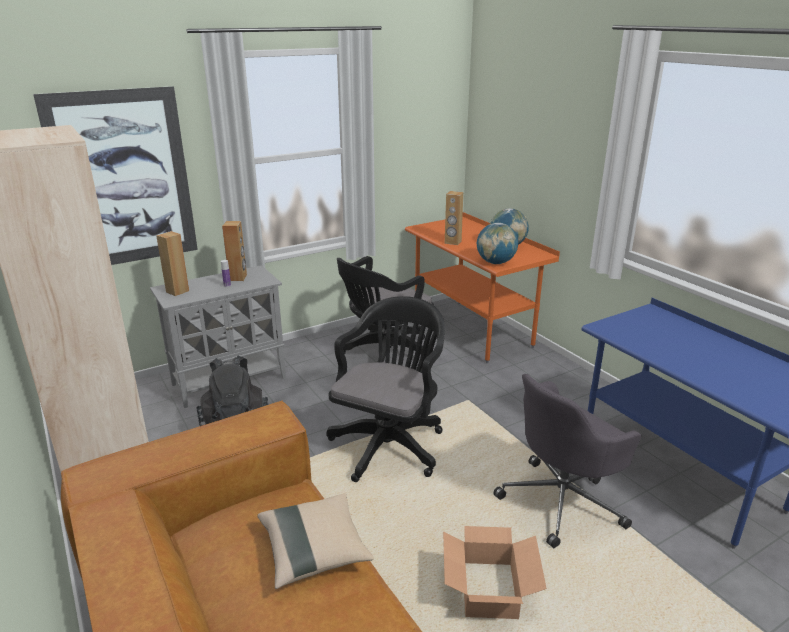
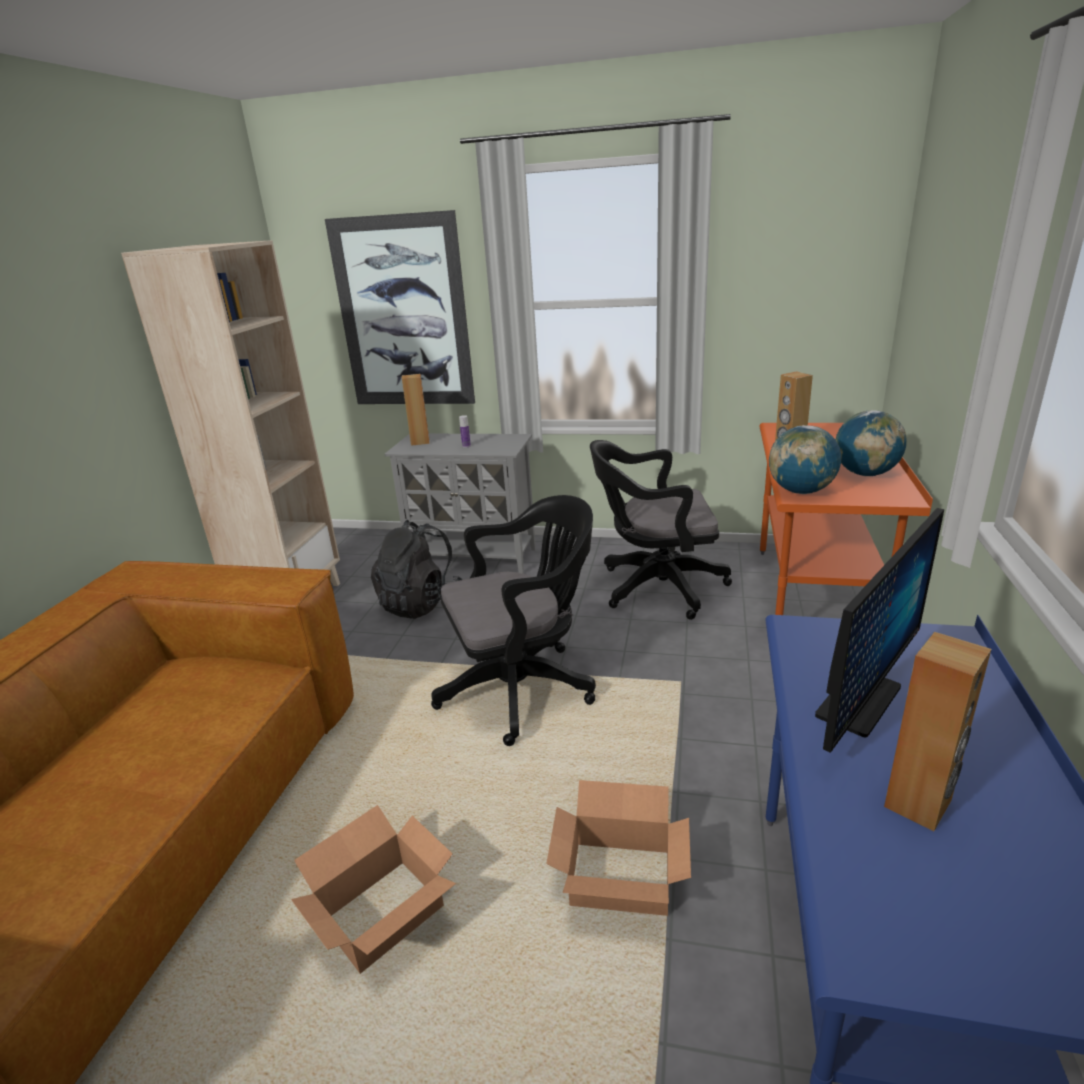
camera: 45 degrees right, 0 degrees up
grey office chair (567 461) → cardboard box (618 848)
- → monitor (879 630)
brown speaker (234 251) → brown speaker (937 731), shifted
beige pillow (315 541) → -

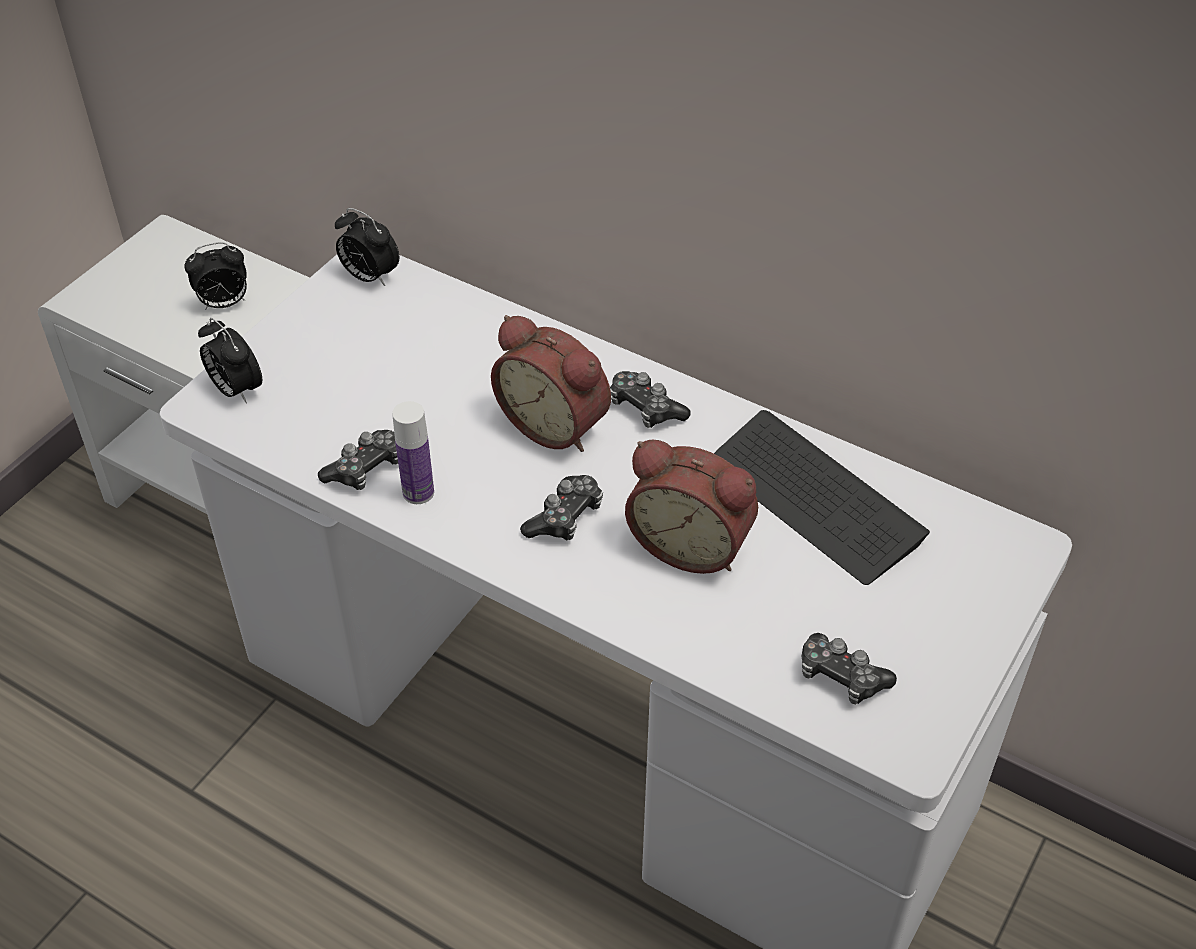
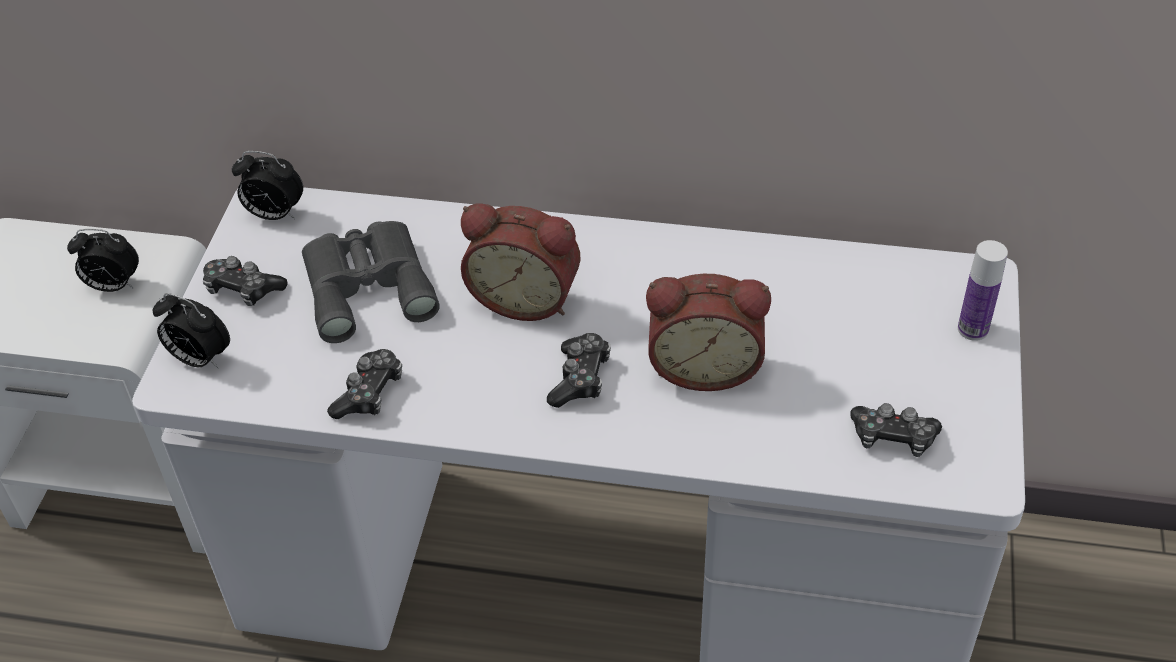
camera: 20 degrees left, 0 degrees up
alarm clock (215 276) → alarm clock (103 260), 45 degrees clockwise
game controller (650 399) → game controller (245 281), shifted
- → grey binoculars (371 282)
bottle (413 452) → bottle (983 290), shifted
keyboard (822 497) → -

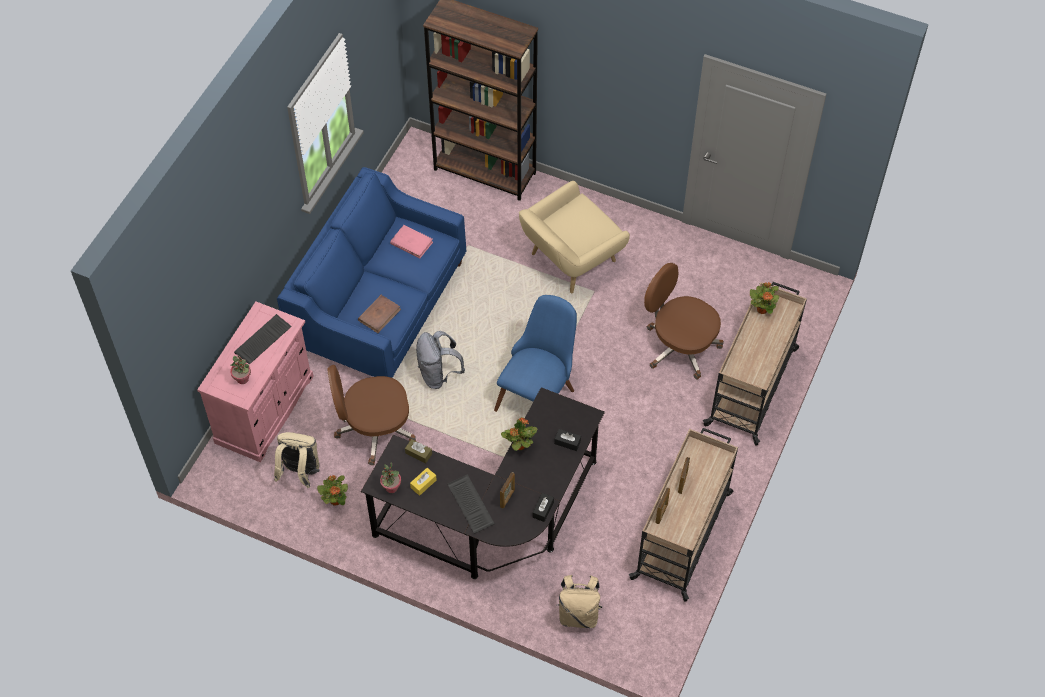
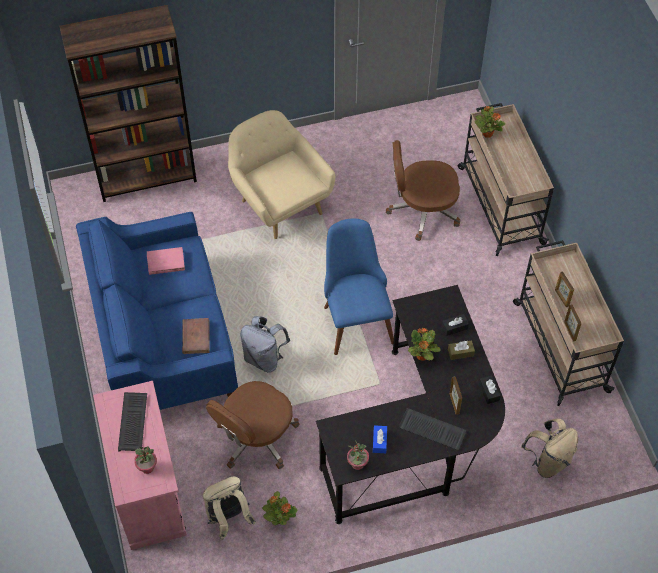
camera: 40 degrees left, 0 degrees up
beige armchair (574 237) → beige armchair (281 174), 135 degrees clockwise
yellow tissue box (423 482) → blue tissue box (380 439)
brown tissue box (418 451) → brown tissue box (461 350), shifted

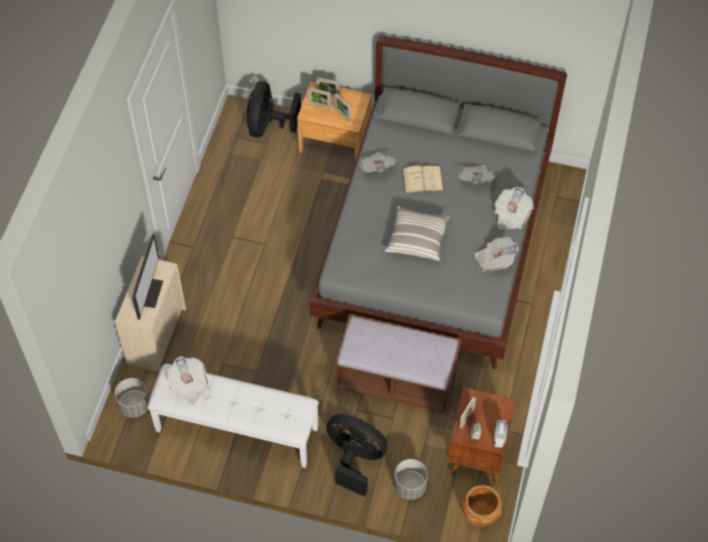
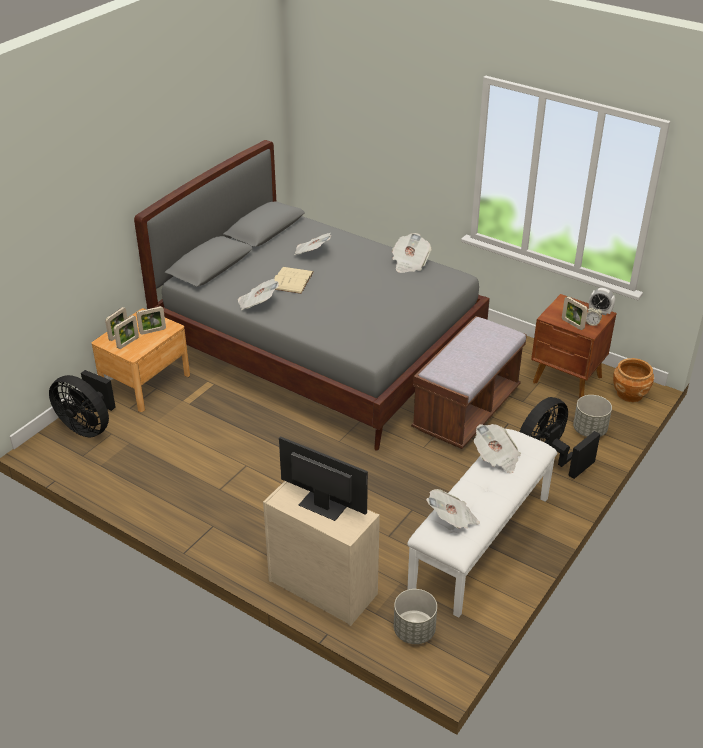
camera: 70 degrees left, 20 degrees down
newspaper (514 208) → newspaper (497 448), shifted
pillow (417 233) → -

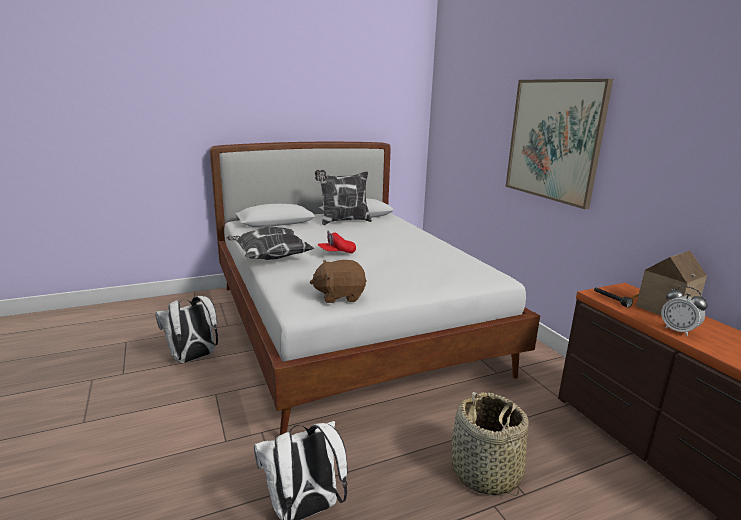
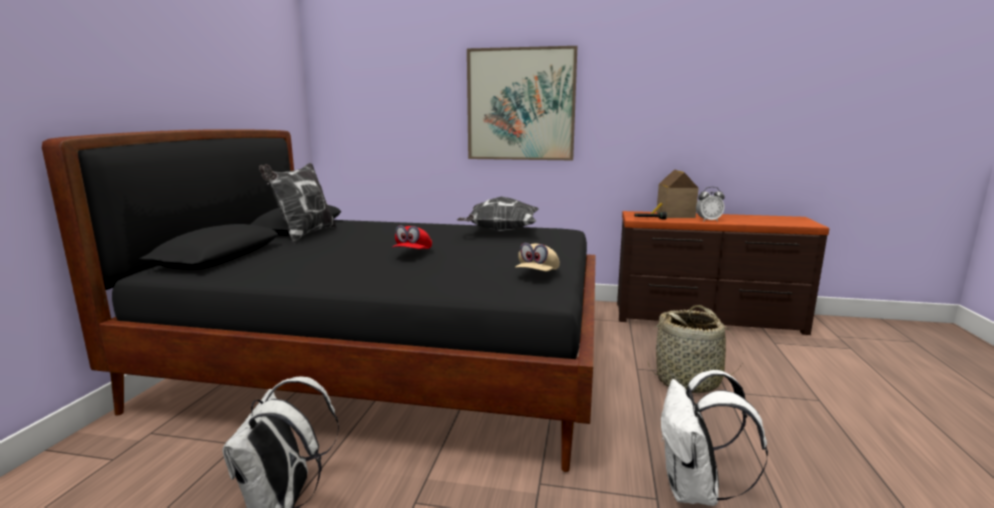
camera: 55 degrees left, 5 degrees down
white bed (375 288) → black bed (319 300)
pillow (270 243) → pillow (497 214), shifted
brown plush toy (338 281) → beige cap (537 257)

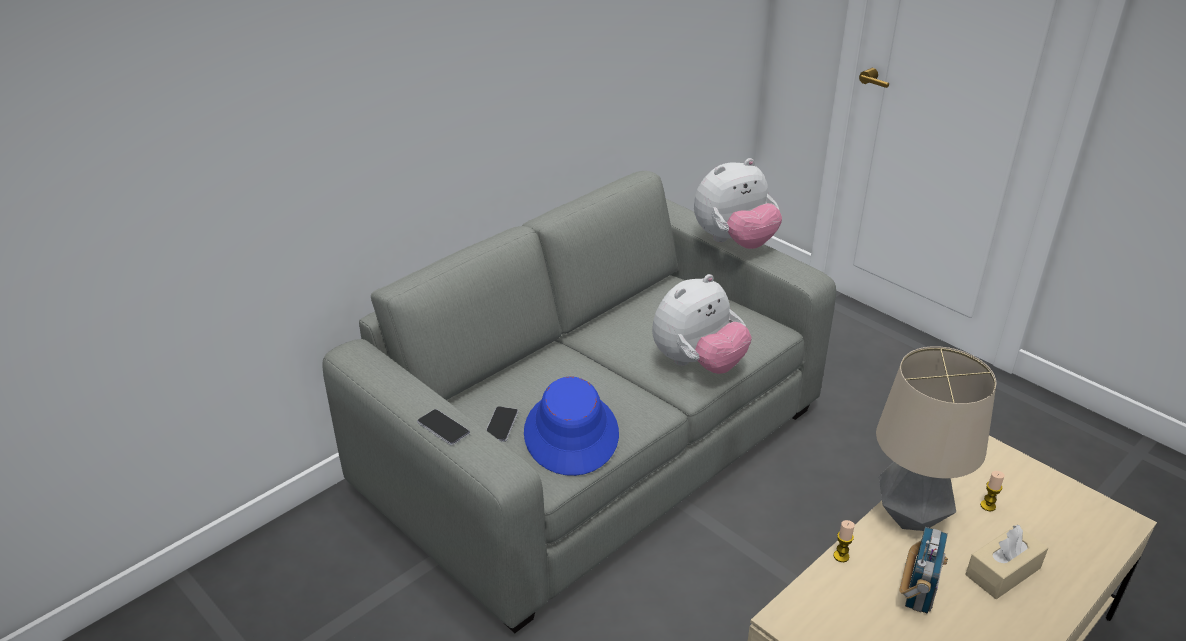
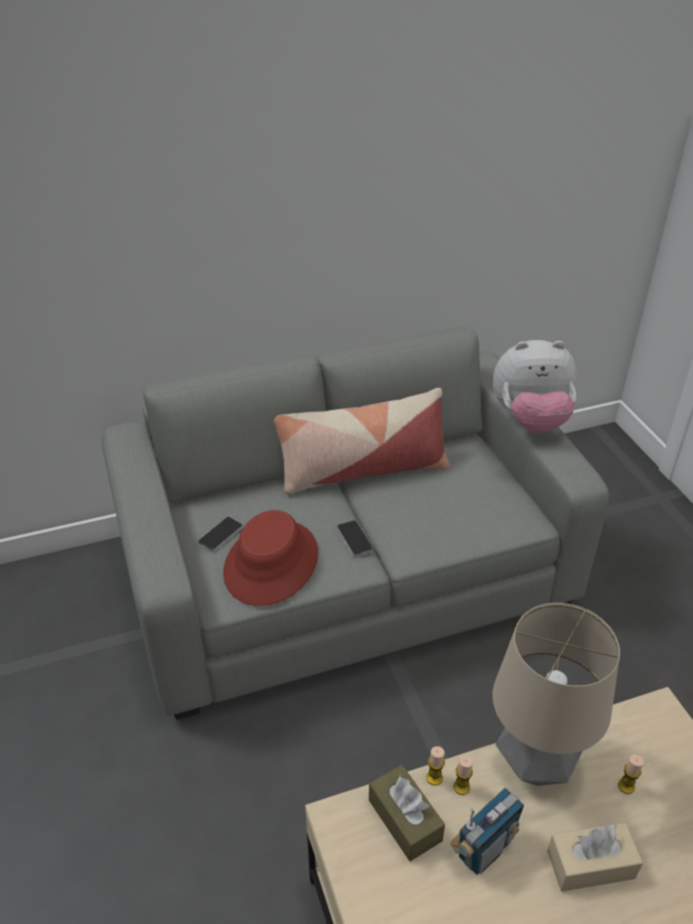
camera: 25 degrees right, 5 degrees up
blue hat (571 426) → red hat (270 558)
- → pillow (362 441)
phone (443 427) → phone (355 538), shifted
- → brown tissue box (407 813)
- → candle (463 775)
plush toy (702 324) → -

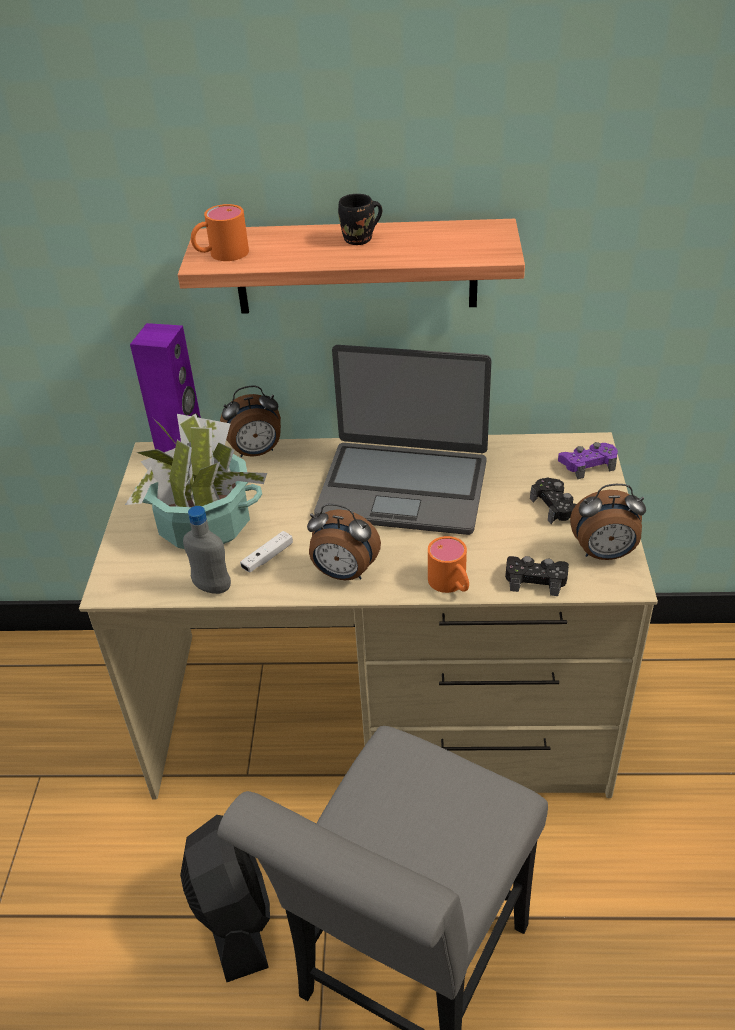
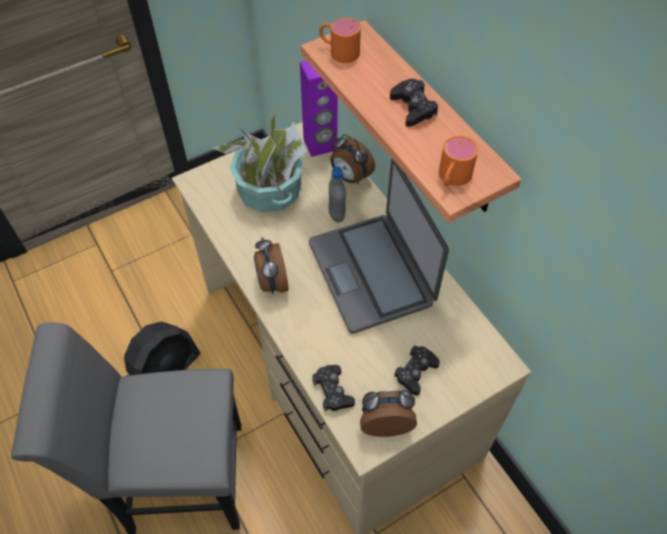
camera: 55 degrees right, 15 degrees up
grey bottle (207 550) → grey bottle (337 194), shifted
alarm clock (608 522) → alarm clock (388 413), 120 degrees clockwise
black mug (360 219) → black game controller (414 103)
orange mug (448 564) → orange mug (458 160), shifted
white game controller (266 552) → -
purple game controller (588 460) → -

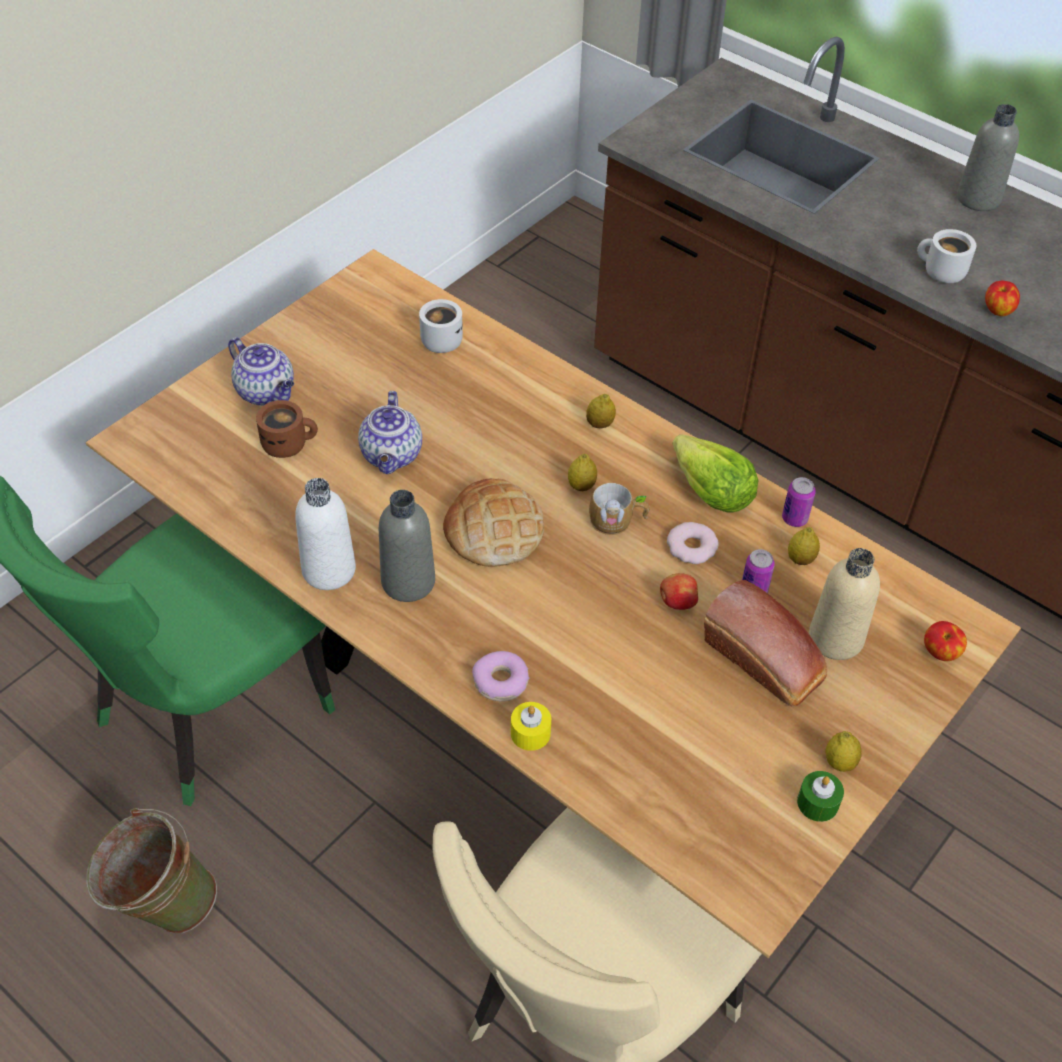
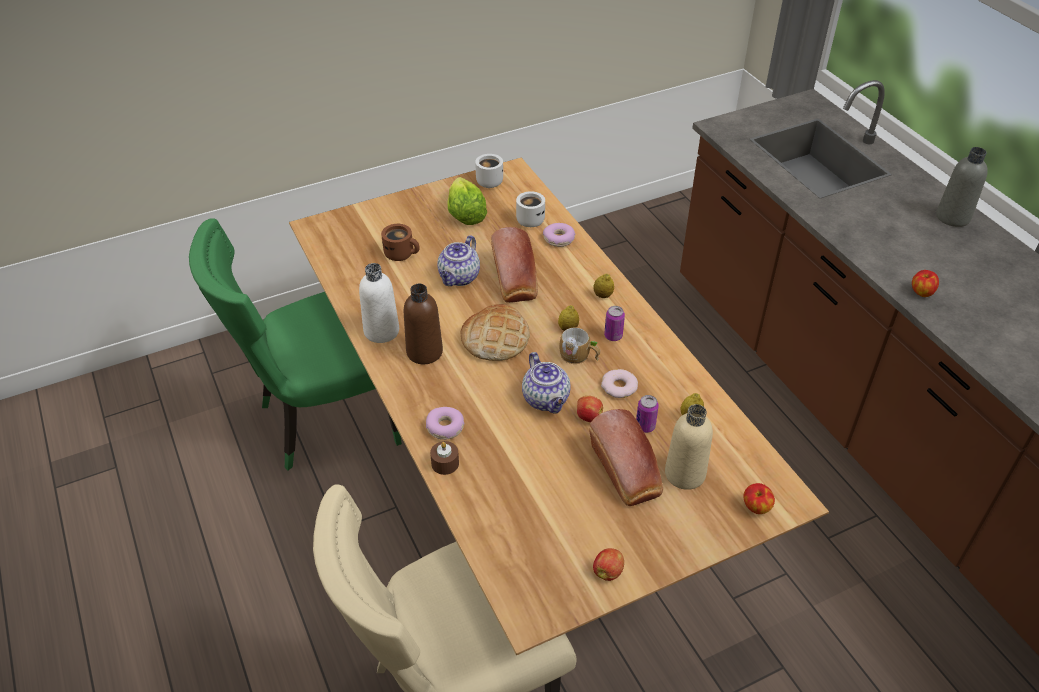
camera: 25 degrees right, 5 degrees down
grey bottle (407 546) → brown bottle (423 324)
yellow candle (531 726) → brown candle (444 458)
lettuce (716 473) → lettuce (467 201), shifted
white mug (946 256) → white mug (489 171), shifted
- → bread (514 265)
teapot (261 371) → teapot (546 382), shifted
- → donut (559 235)
green candle (820 796) → apple (608 564)
can (799 502) → can (614 323), shifted
green bucket (151 871) → -
lemon (843 751) → -

